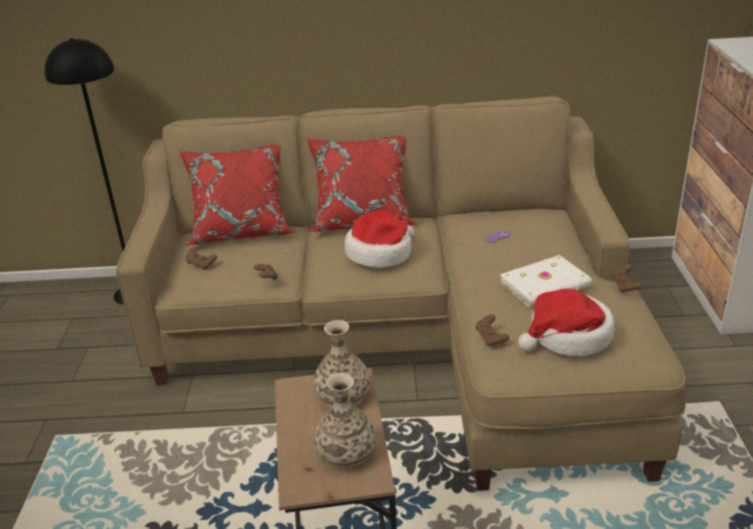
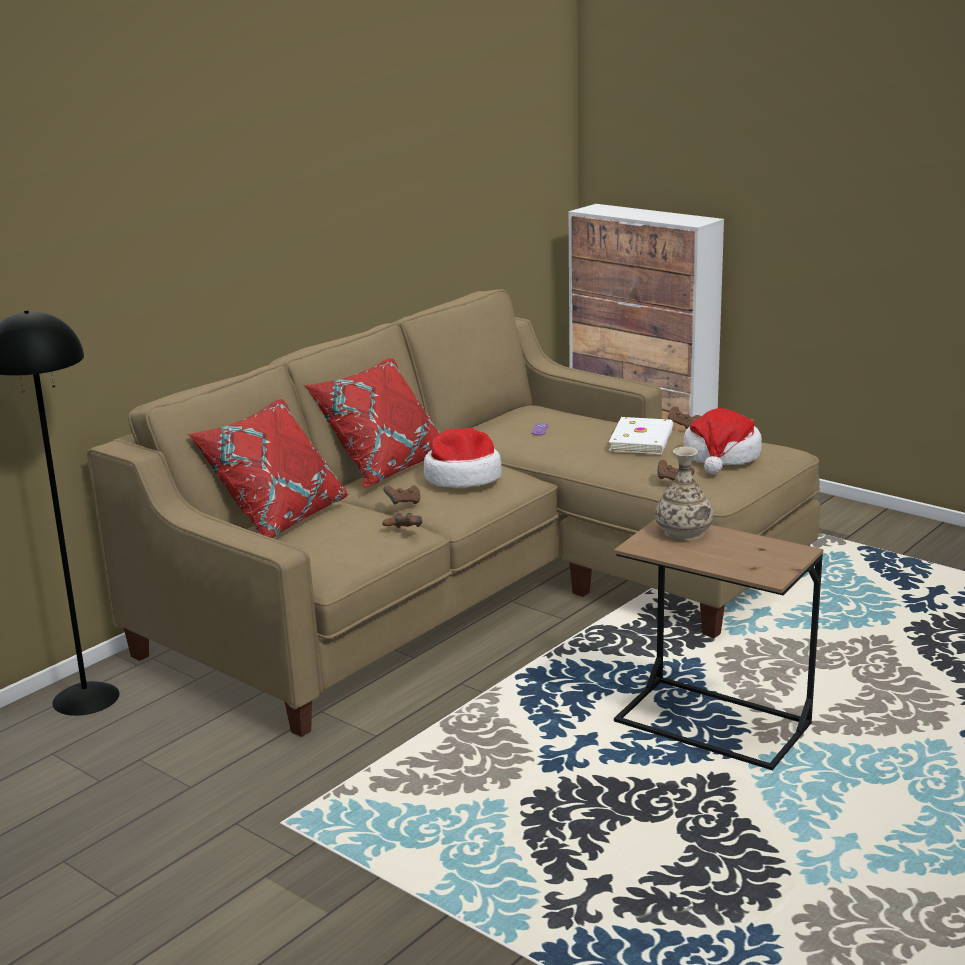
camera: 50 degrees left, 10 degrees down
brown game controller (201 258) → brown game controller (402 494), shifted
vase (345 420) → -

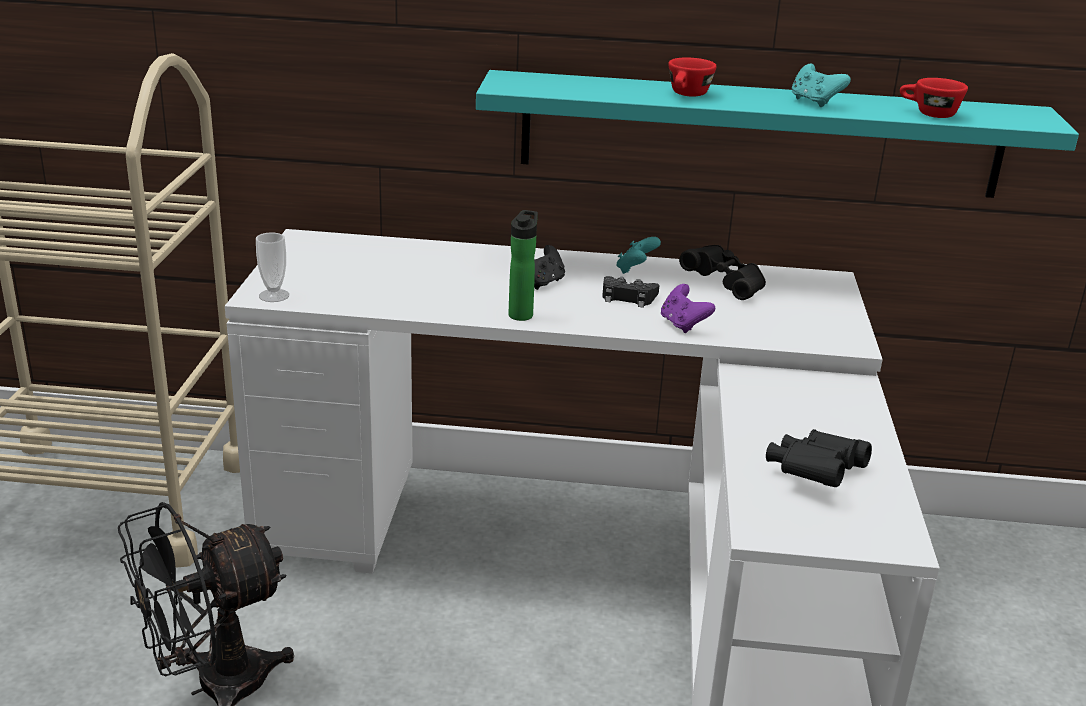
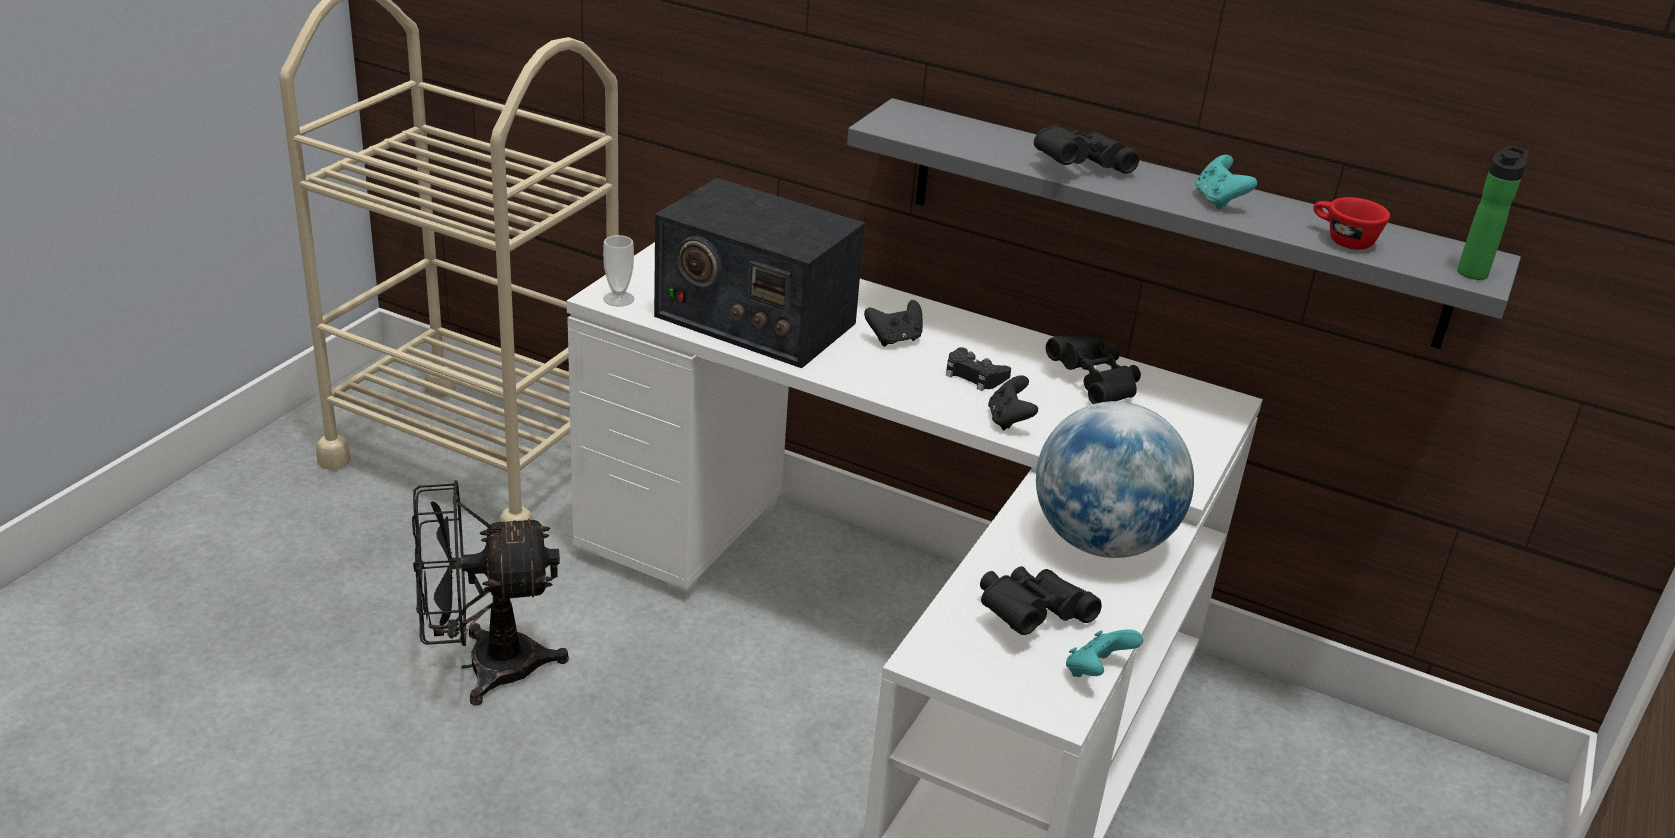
camera: 20 degrees right, 5 degrees up
- → radio (759 273)
turquoise shelf (777 134) → grey shelf (1184 223)
purple game controller (688 308) → black game controller (1013 403)
red cup (692 77) → black binoculars (1086 149)
- → globe (1115 479)
turquoise game controller (638 255) → turquoise game controller (1104 653), shifted
bottle (523 265) → bottle (1493 212), shifted

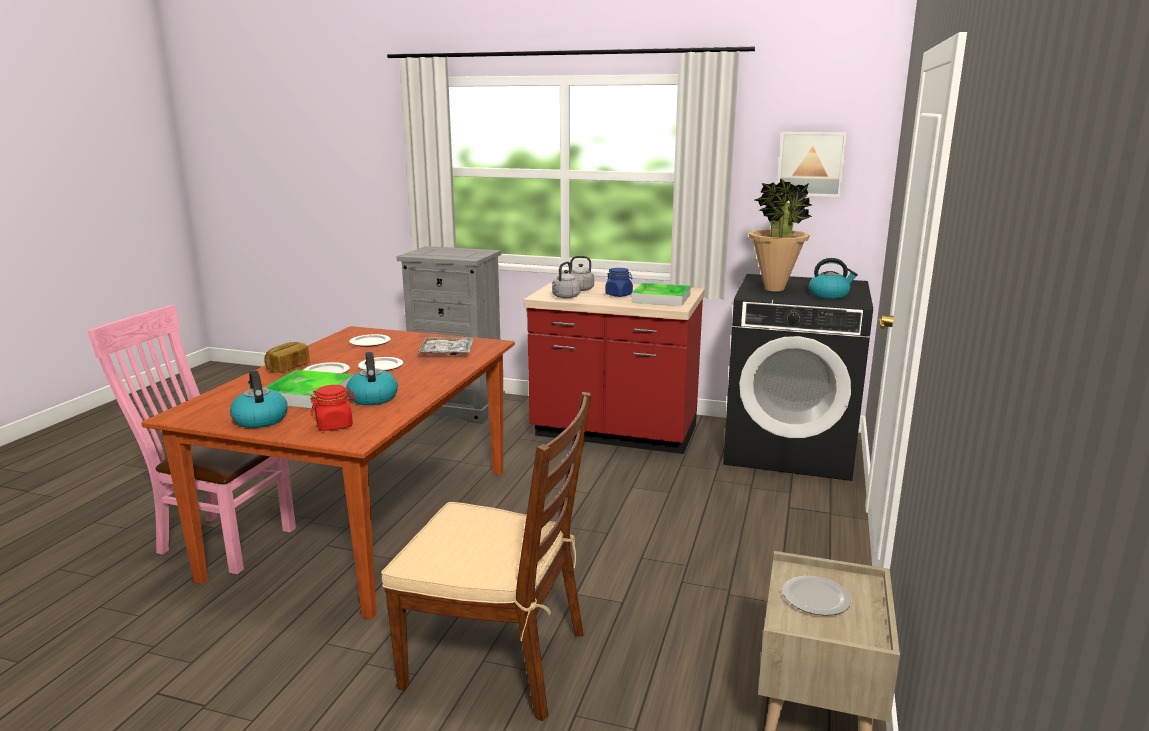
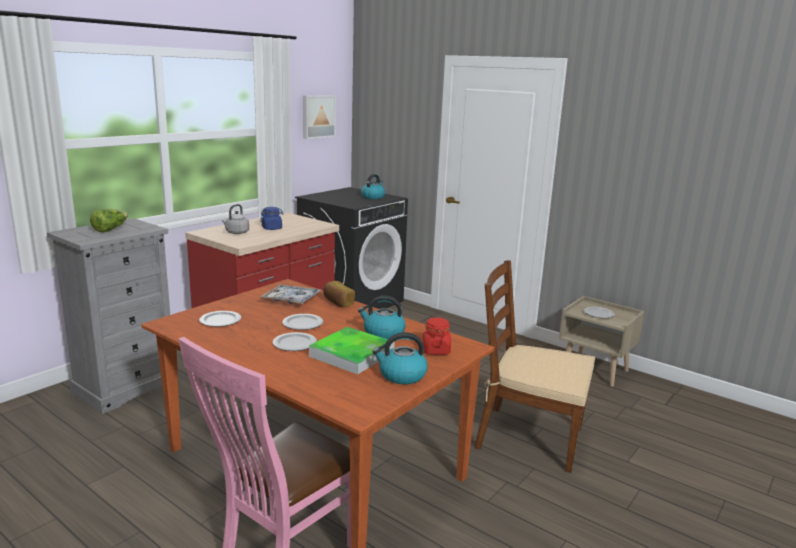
camera: 70 degrees left, 0 degrees up
- → lettuce (109 220)
bread (287 357) → bread (339 294), shifted
brown chair (486 556) → brown chair (535 366), 105 degrees counterclockwise
grey kettle (566 280) → -
tray (661 294) → -
potted plant (780 234) → -

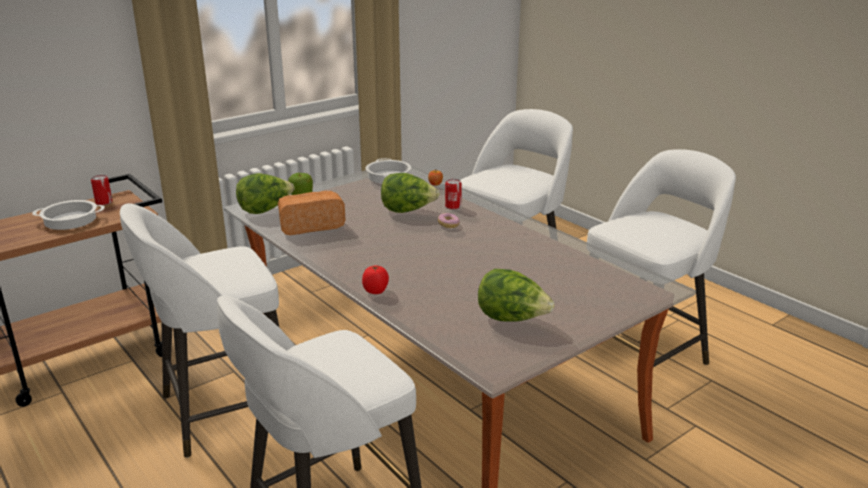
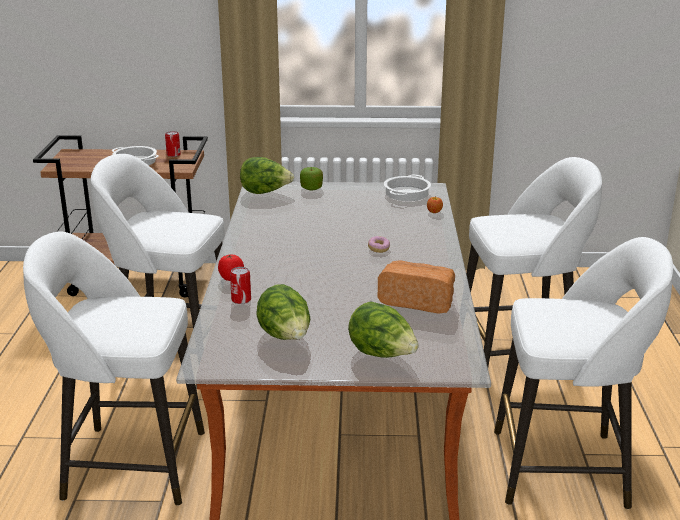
camera: 40 degrees right, 0 degrees up
can (453 194) → can (240 285), shifted
lettuce (410 193) → lettuce (383 329), shifted
bread (311 213) → bread (416 287), shifted

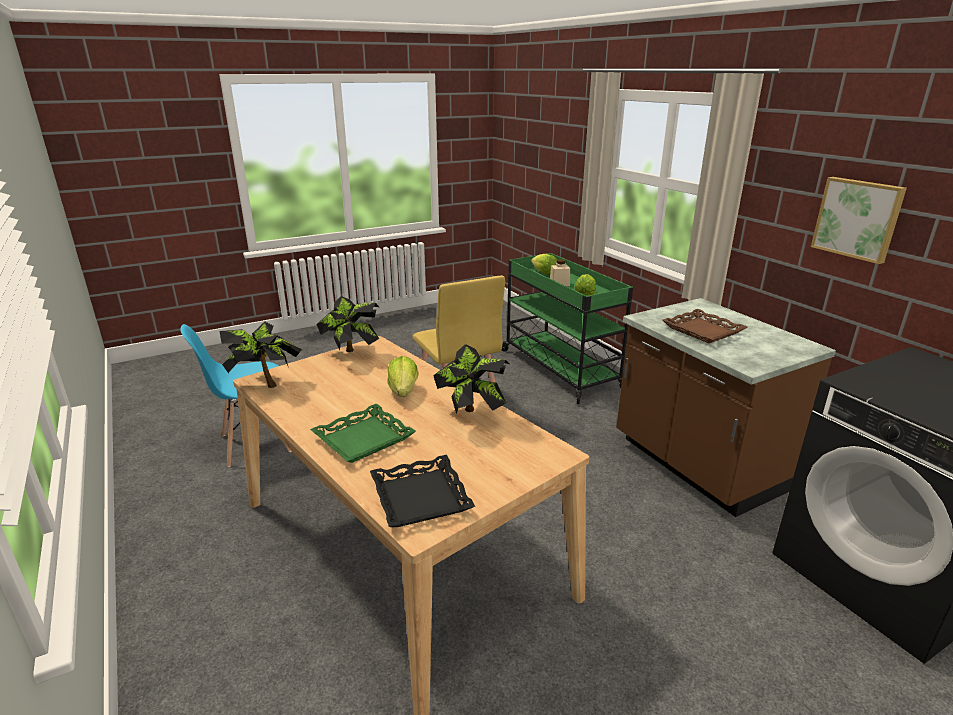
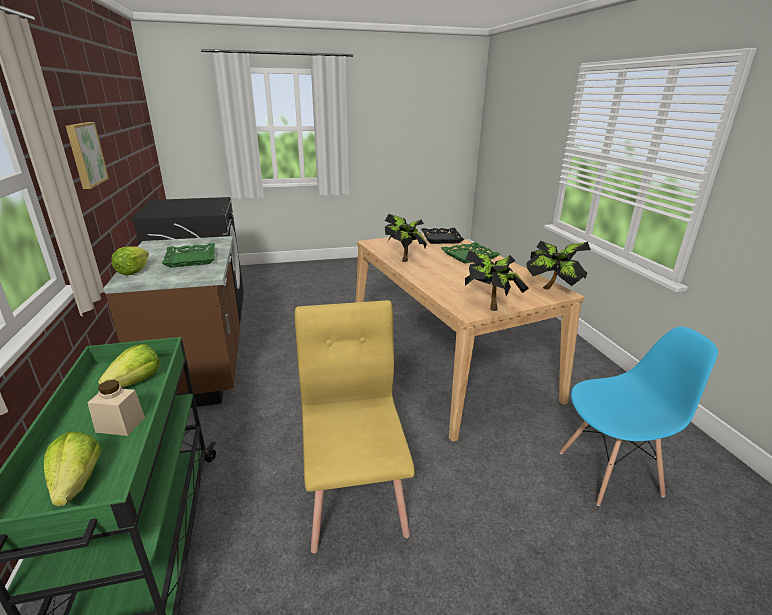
camera: 165 degrees left, 0 degrees up
lettuce (403 376) → lettuce (130 261), shifted
brown tray (705 326) → green tray (188 255)

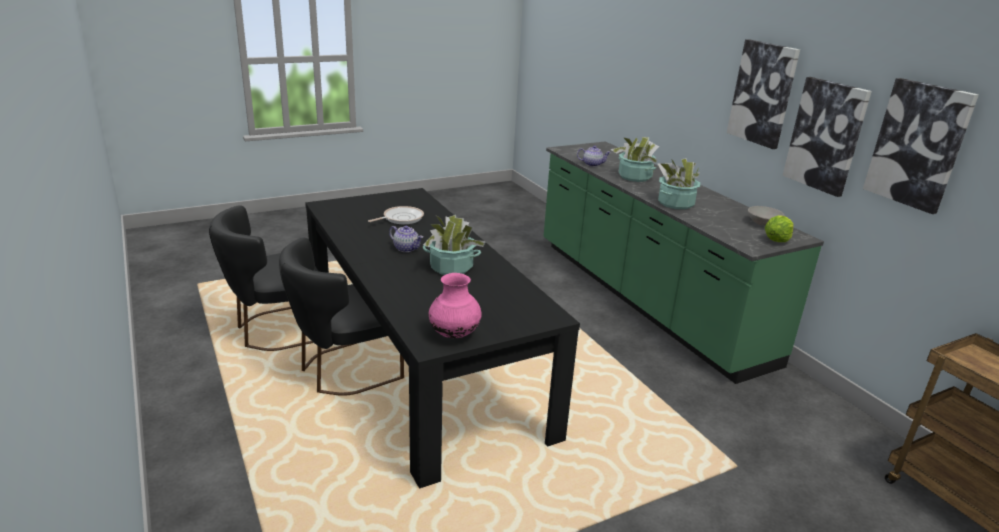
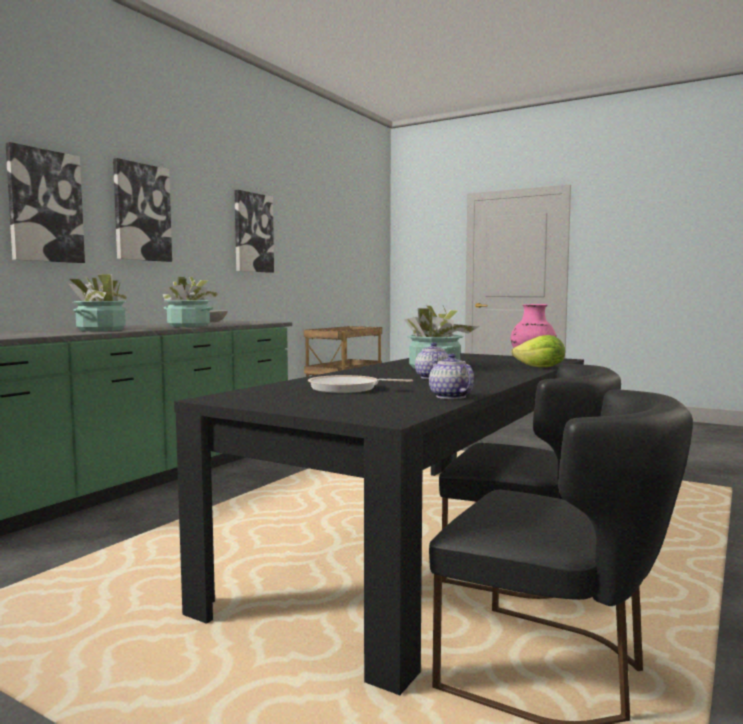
camera: 120 degrees left, 20 degrees down
picture (827 137) → picture (45 202), shifted
teapot (594 156) → teapot (451 376), shifted
lettuce (779 228) → lettuce (538 351), shifted

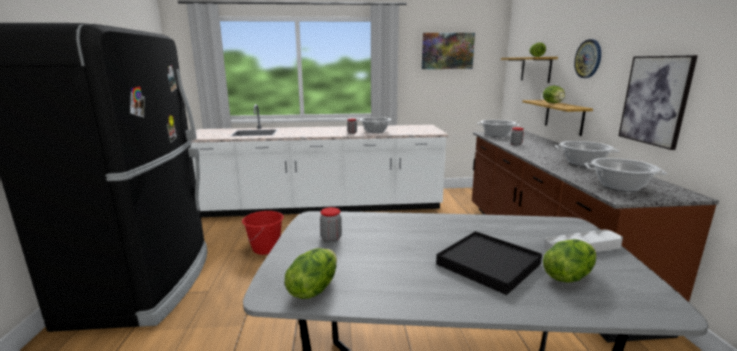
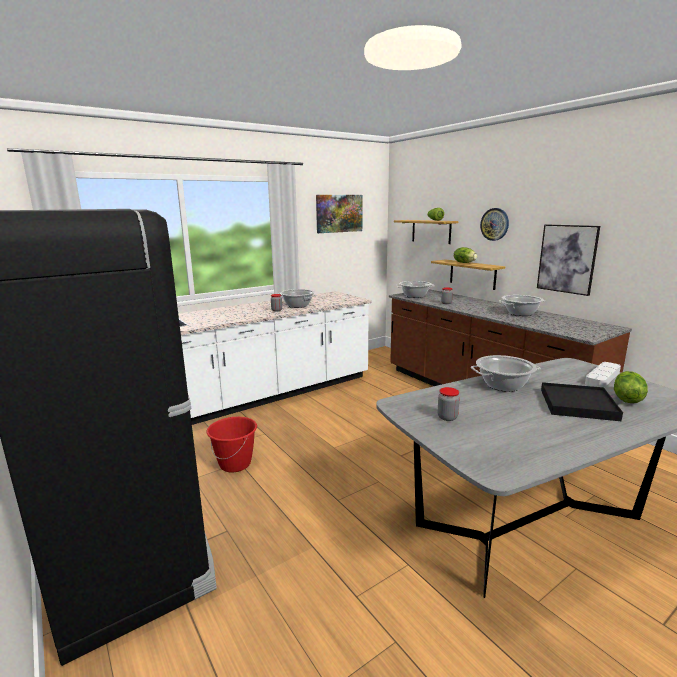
camera: 30 degrees left, 0 degrees up
cooking pot (626 175) → cooking pot (506 373), shifted
lettuce (311 273) → -

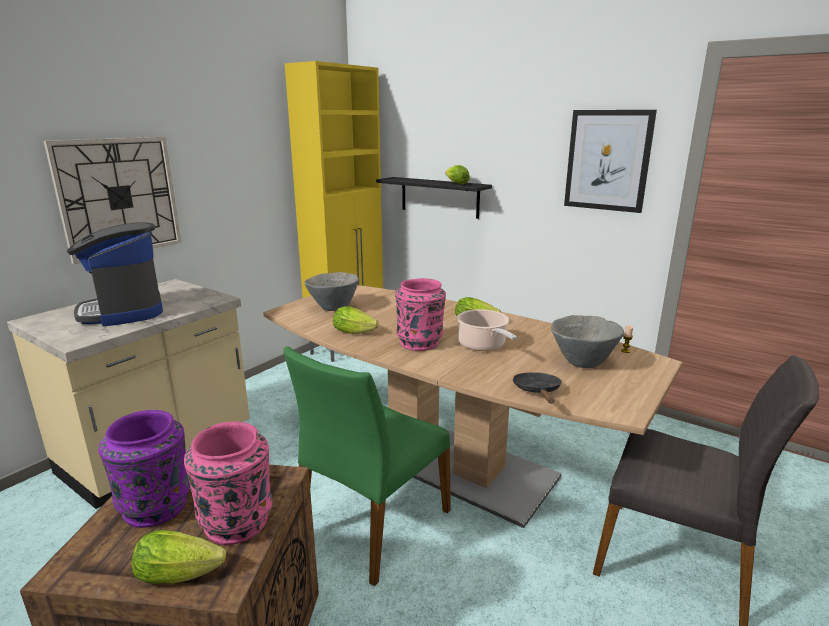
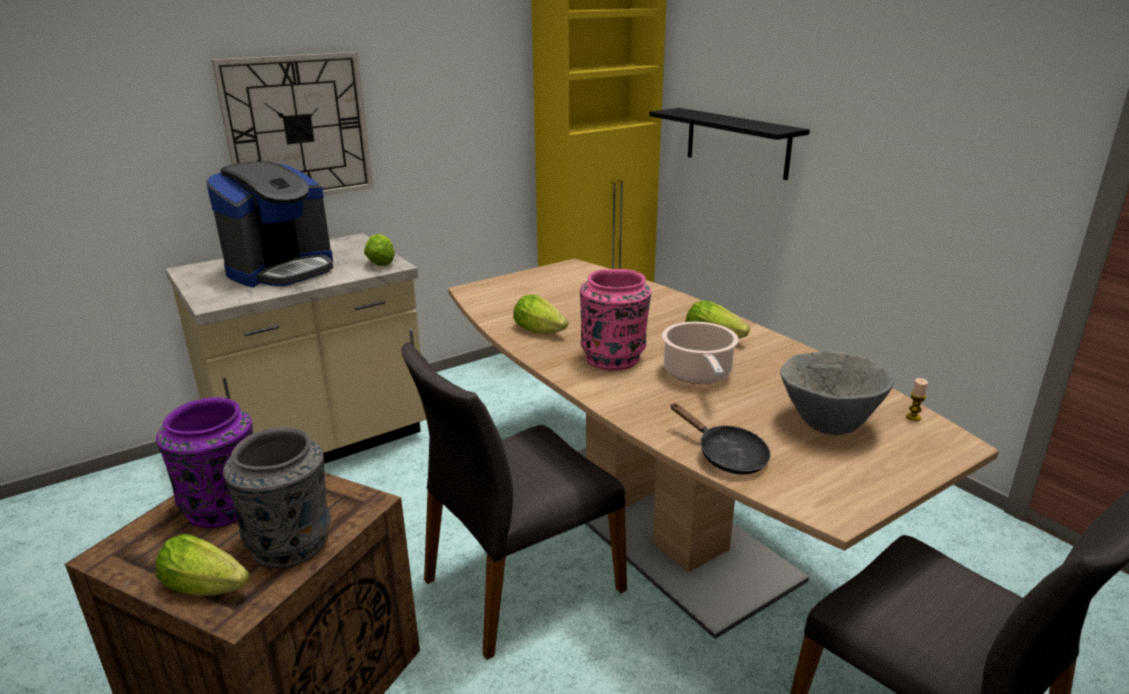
camera: 20 degrees right, 5 degrees up
coffee machine (115 274) → coffee machine (269 224), 135 degrees counterclockwise
pink vase (228 483) → grey vase (277 497)
lettuce (457 174) → lettuce (379 250), shifted
green chair (367 466) → grey chair (514 501)
black frying pan (537 388) → black frying pan (720 439), 120 degrees clockwise
grey bowl (331 291) → -
picture (610 161) → -

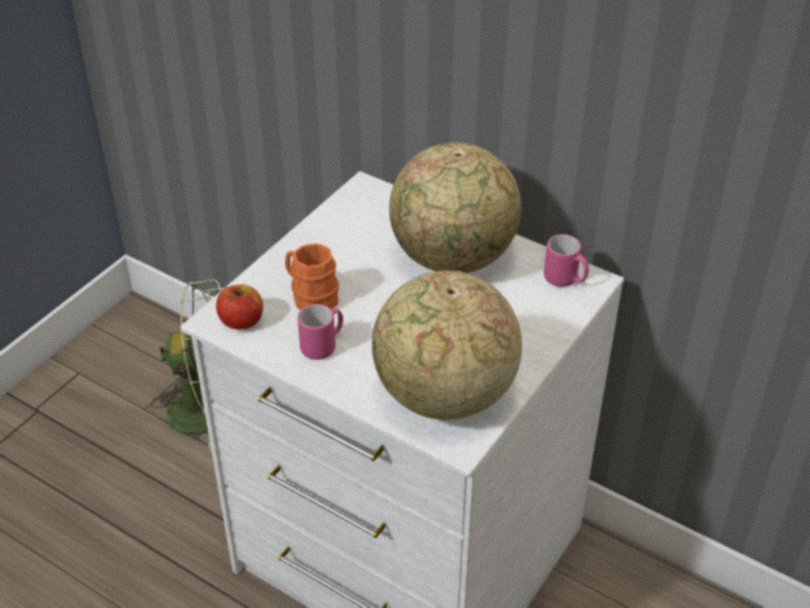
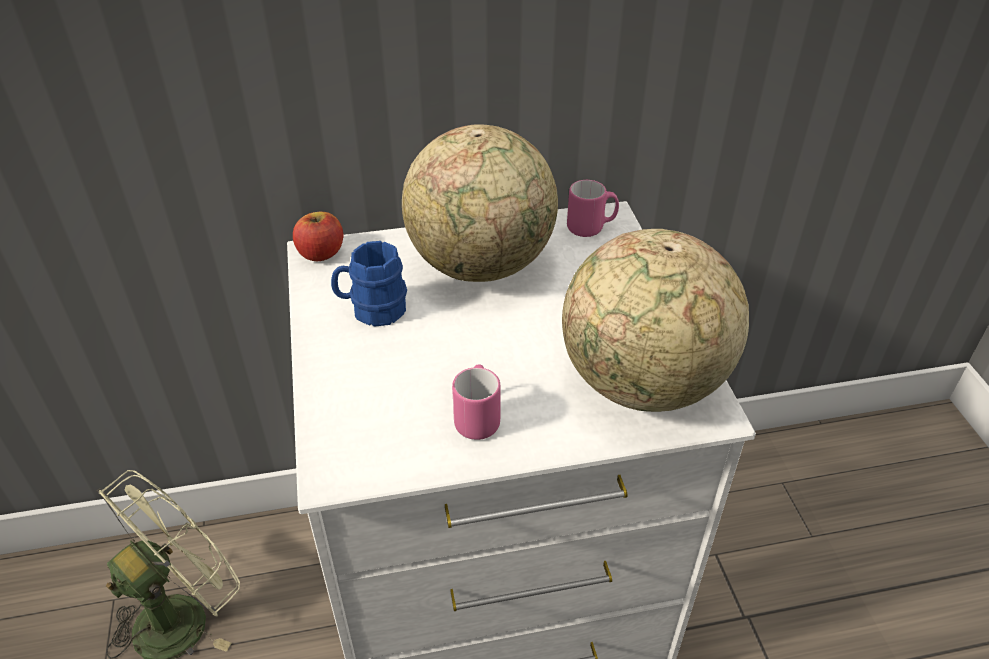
camera: 45 degrees left, 0 degrees up
apple (239 307) → apple (318 236), shifted
- → blue mug (369 284)
orange mug (312 276) → -

